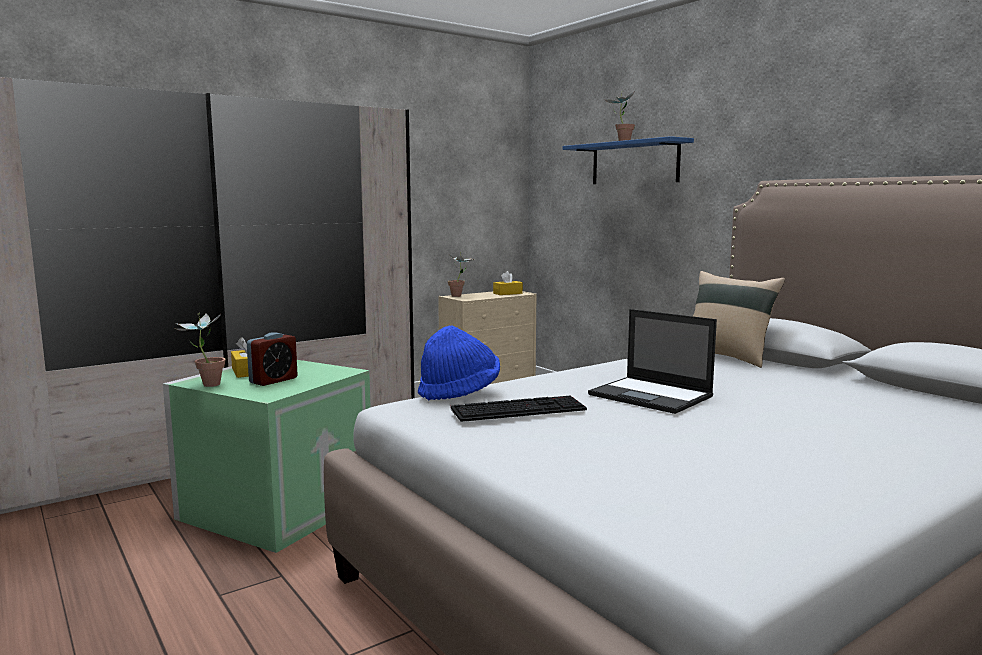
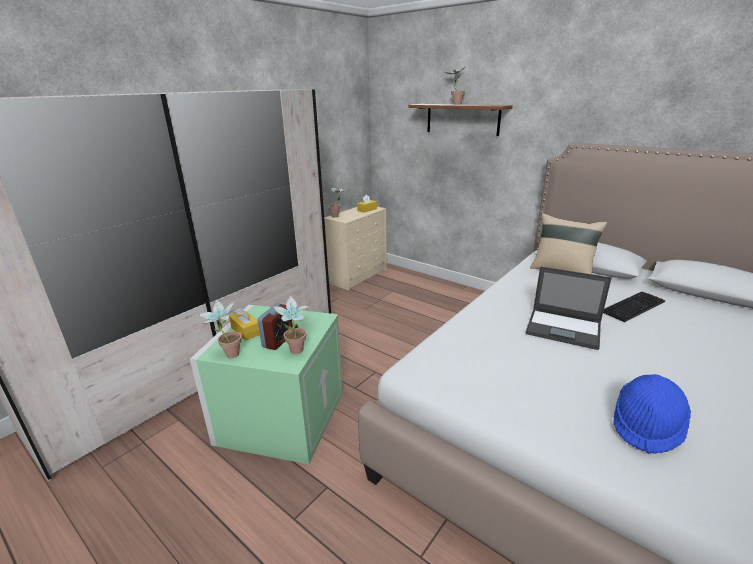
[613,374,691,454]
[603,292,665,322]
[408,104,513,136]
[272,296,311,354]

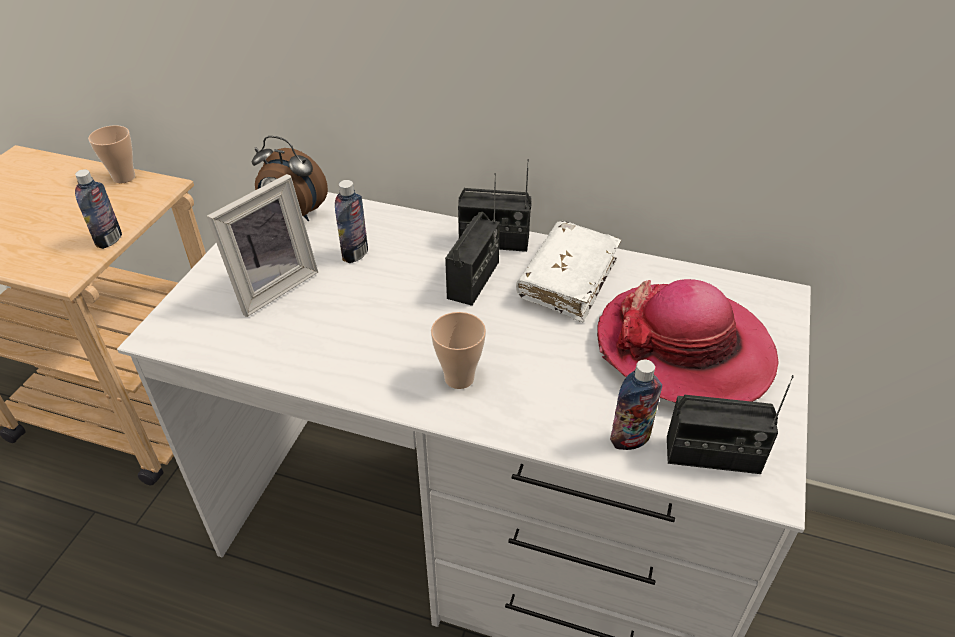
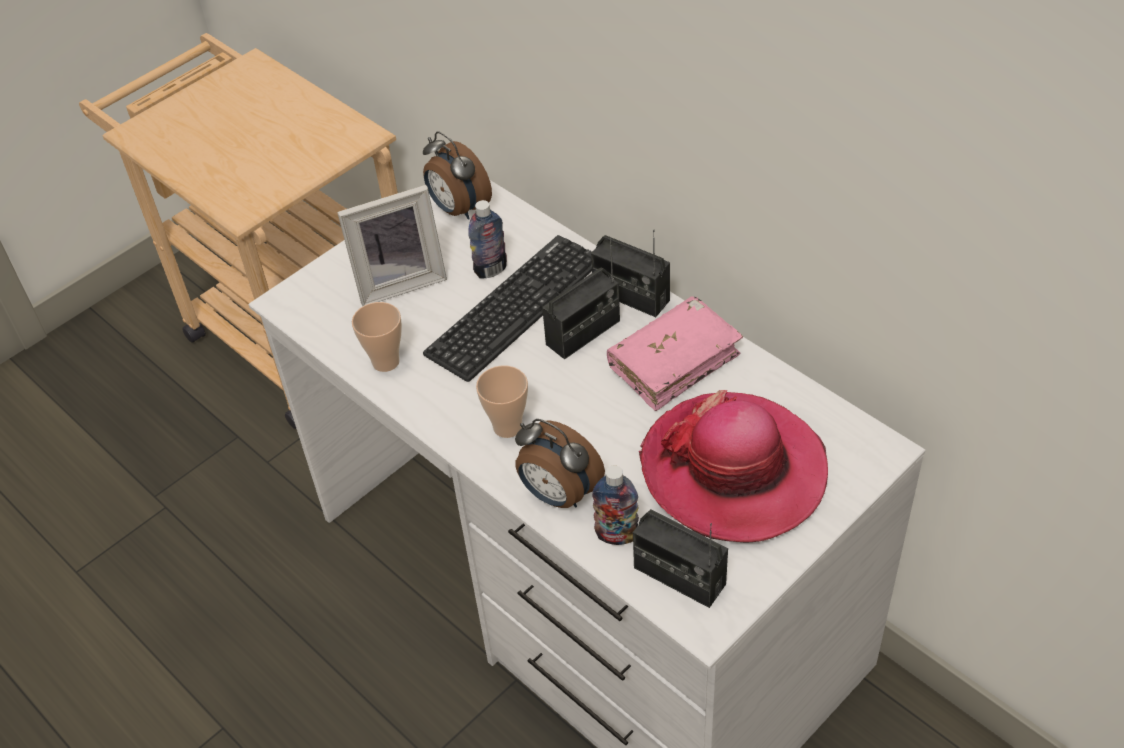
[75,169,122,249] (first image)
[352,302,402,372]
[607,296,743,411]
[423,235,592,382]
[515,419,605,508]

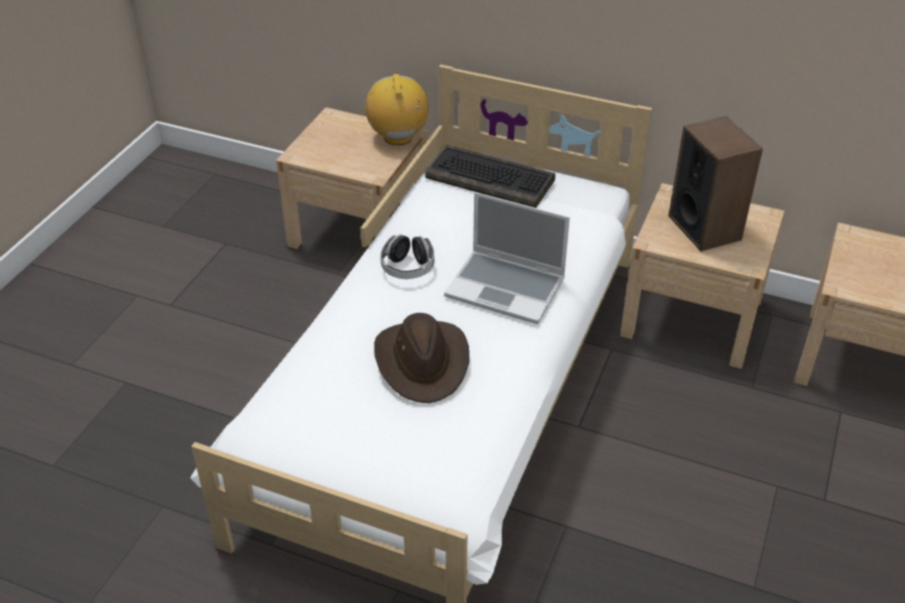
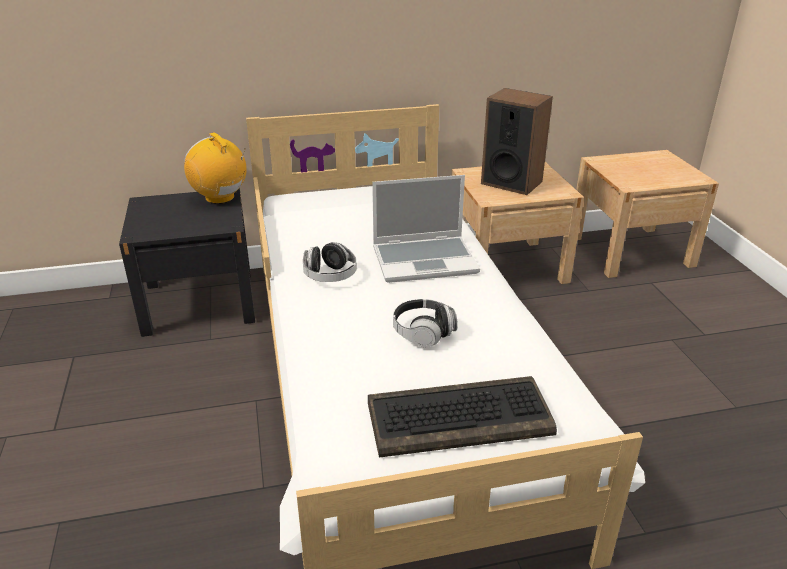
[119,188,255,337]
[393,299,458,348]
[368,376,557,458]

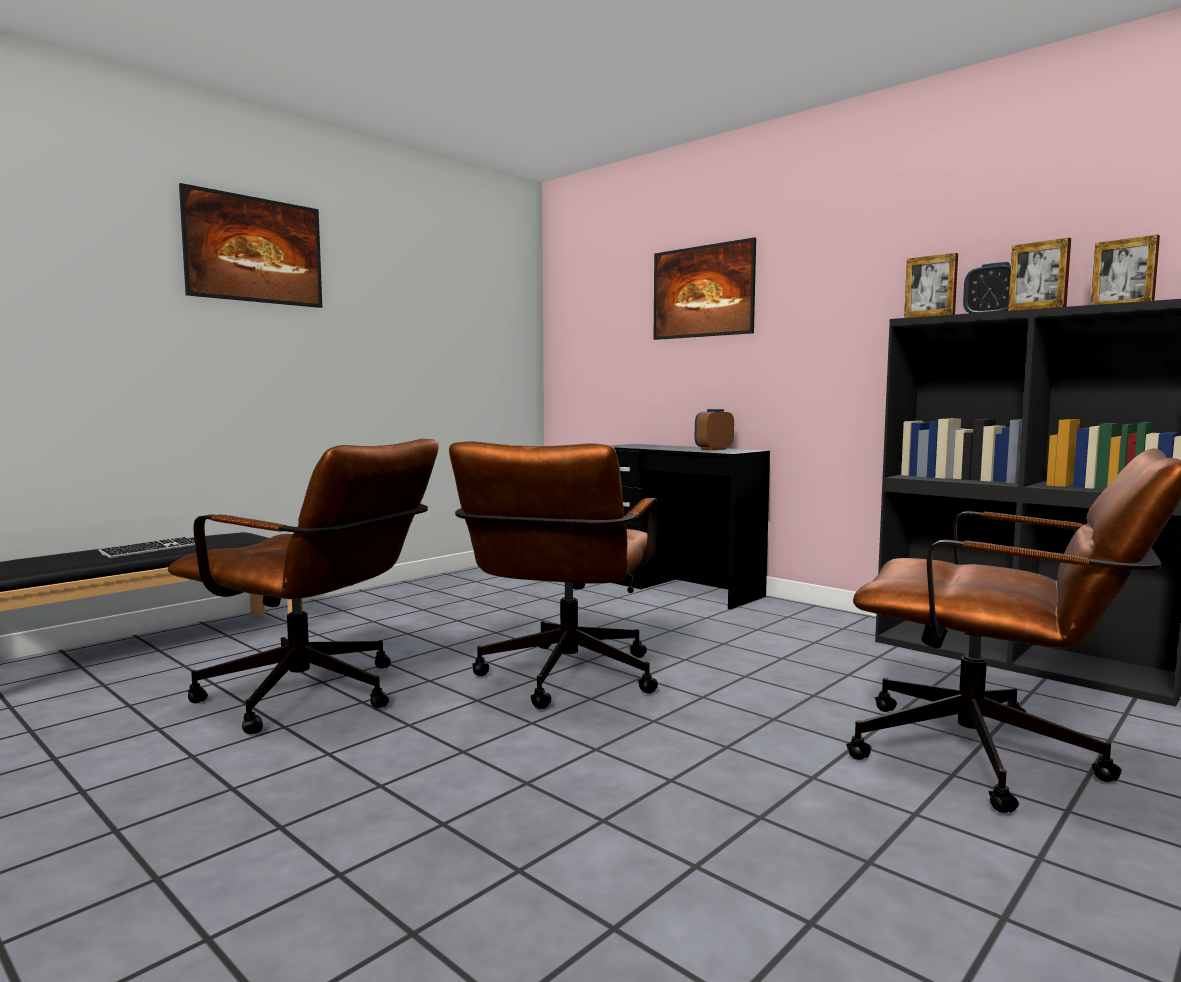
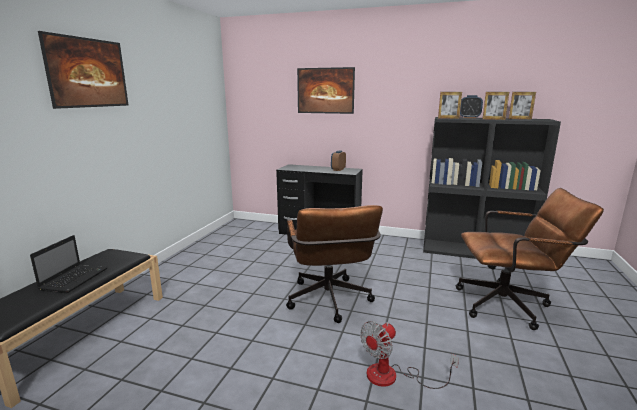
[30,235,108,293]
[168,439,439,734] (first image)
[360,321,459,389]

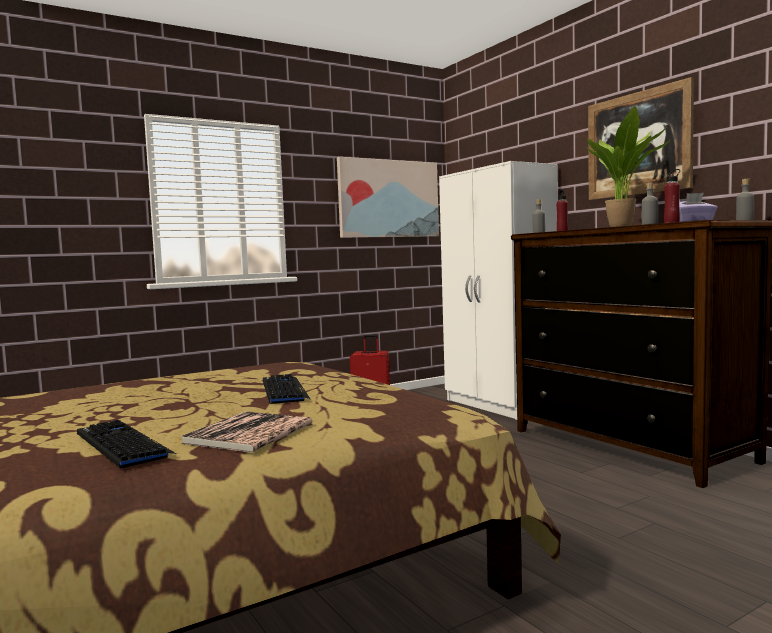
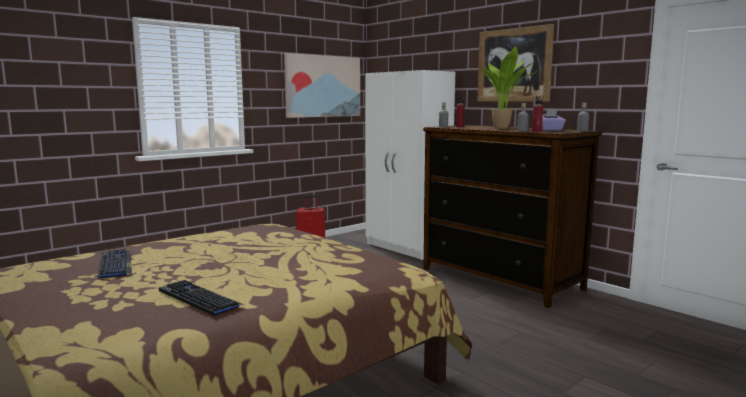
[180,411,312,453] (first image)
[98,249,132,279]

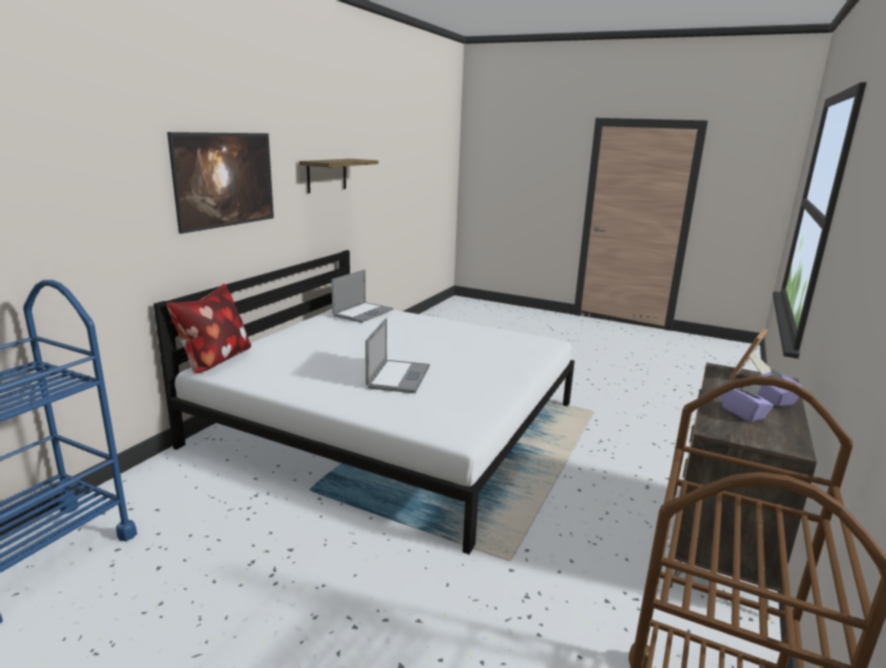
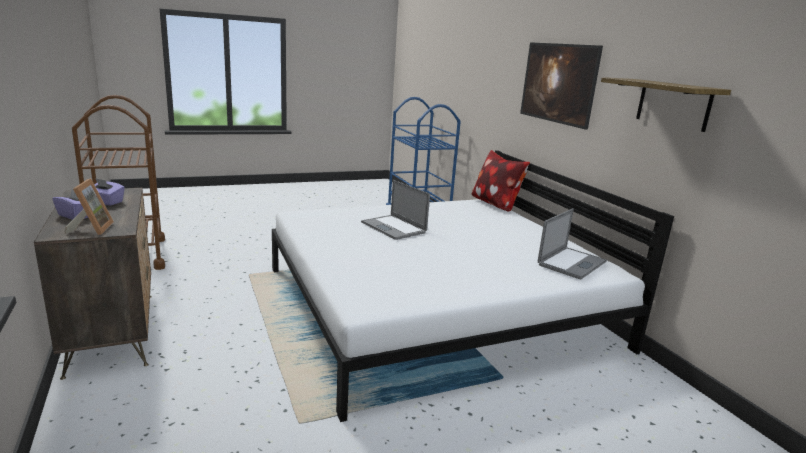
[538,208,607,279]

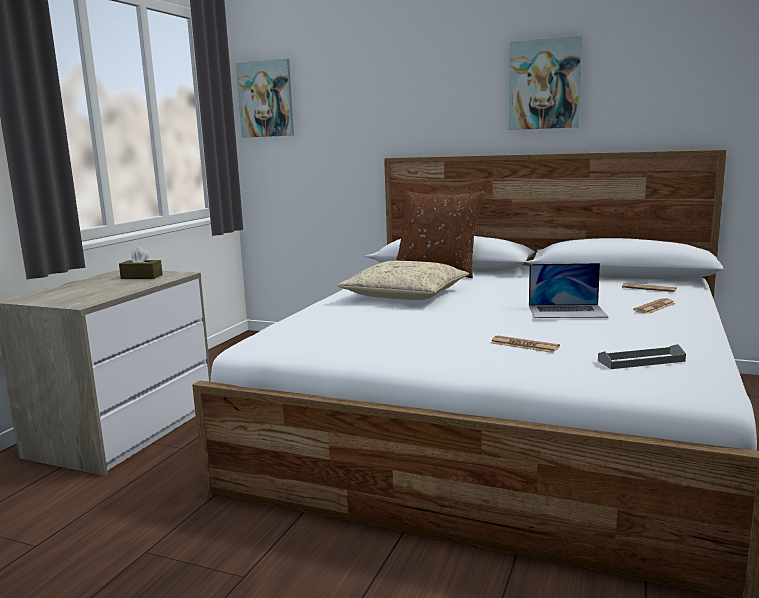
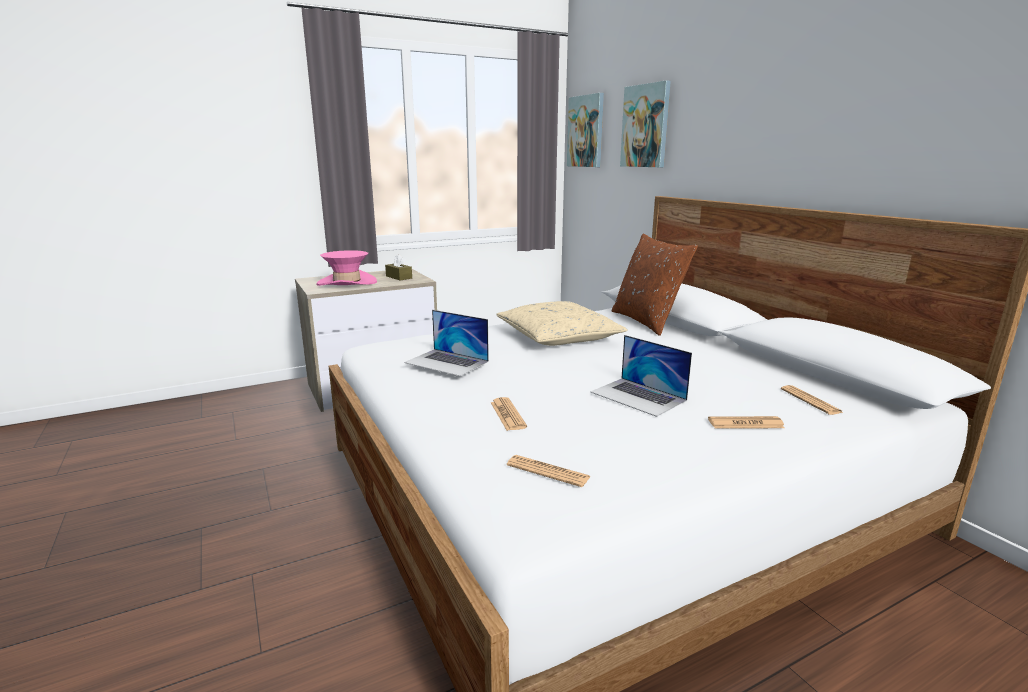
[620,80,671,167]
[507,455,591,487]
[316,250,377,286]
[404,310,489,376]

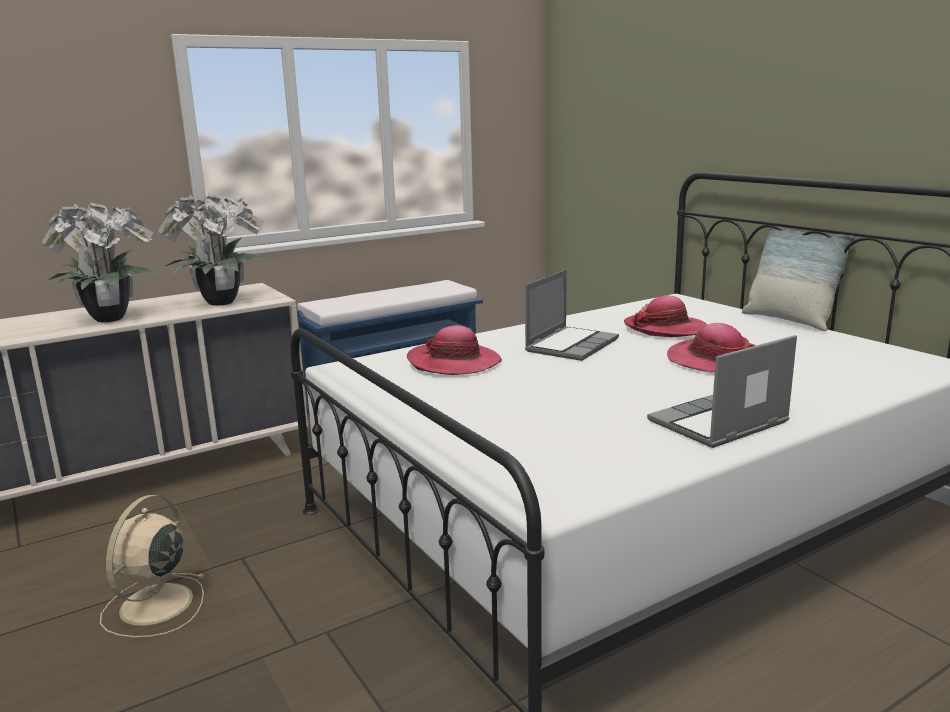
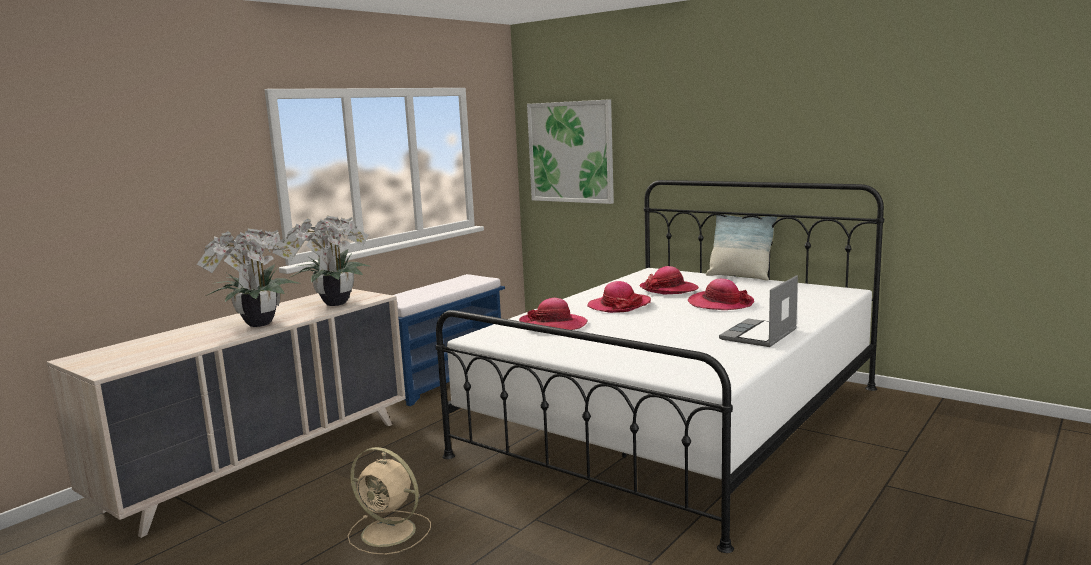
[348,447,431,555]
[587,281,651,313]
[527,99,614,204]

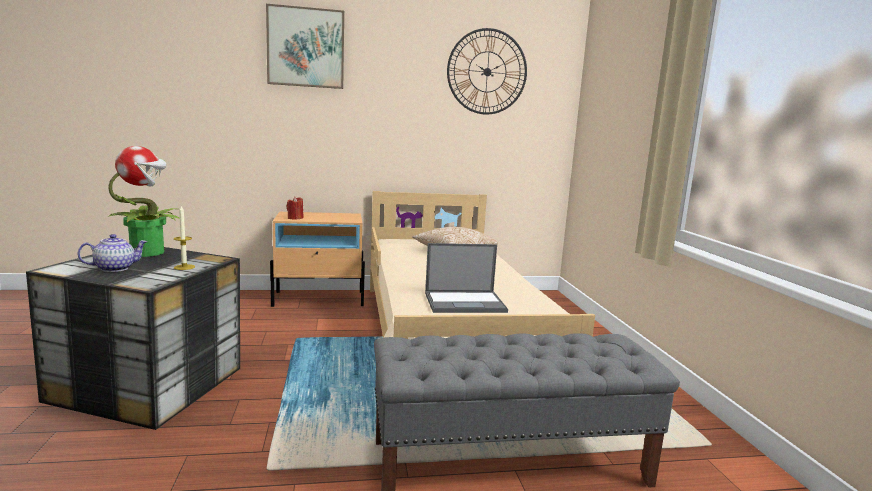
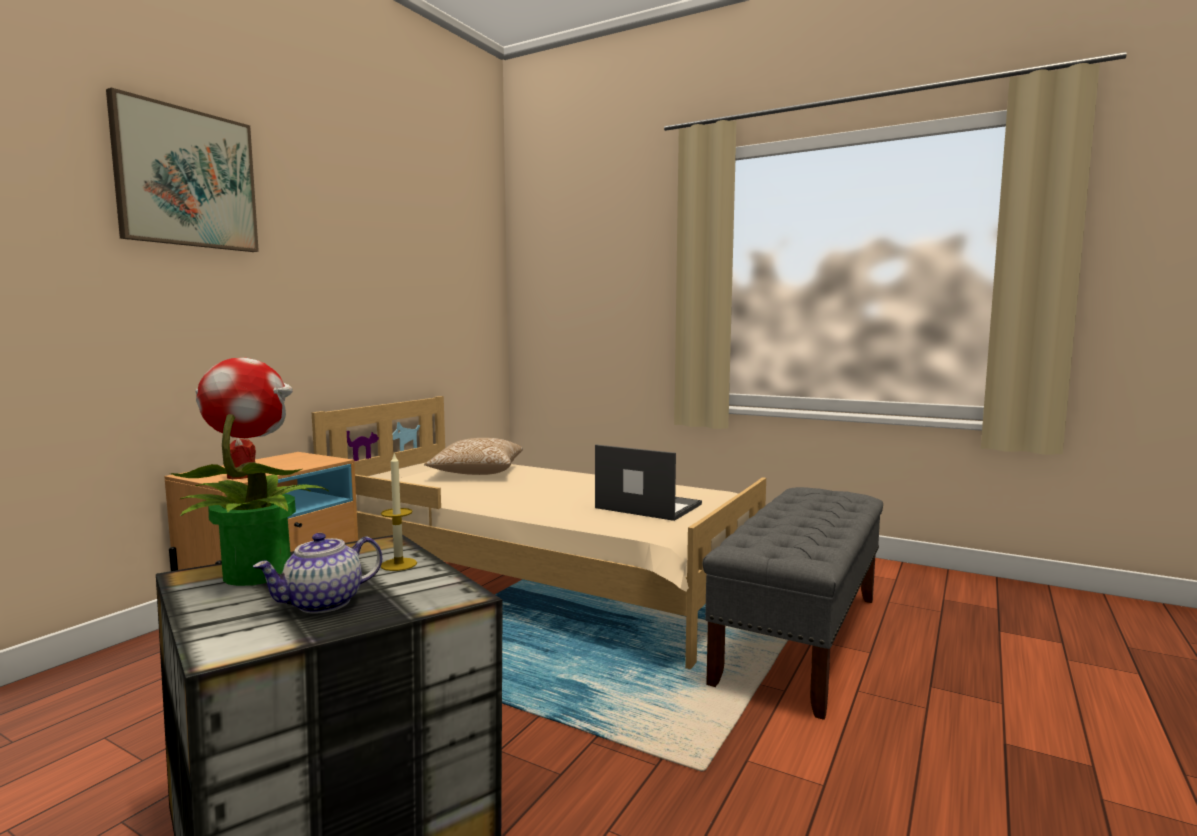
[253,533,382,613]
[595,444,702,521]
[447,28,527,115] (first image)

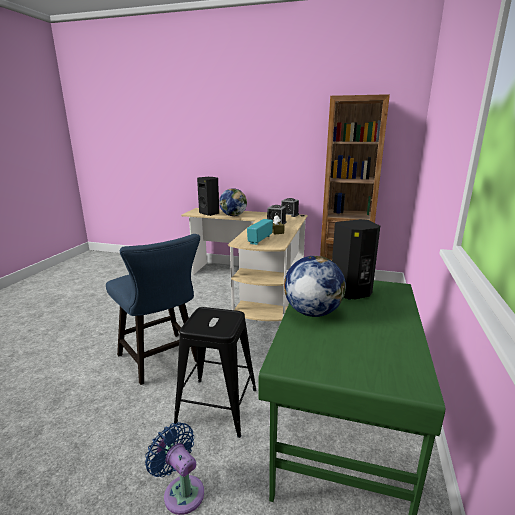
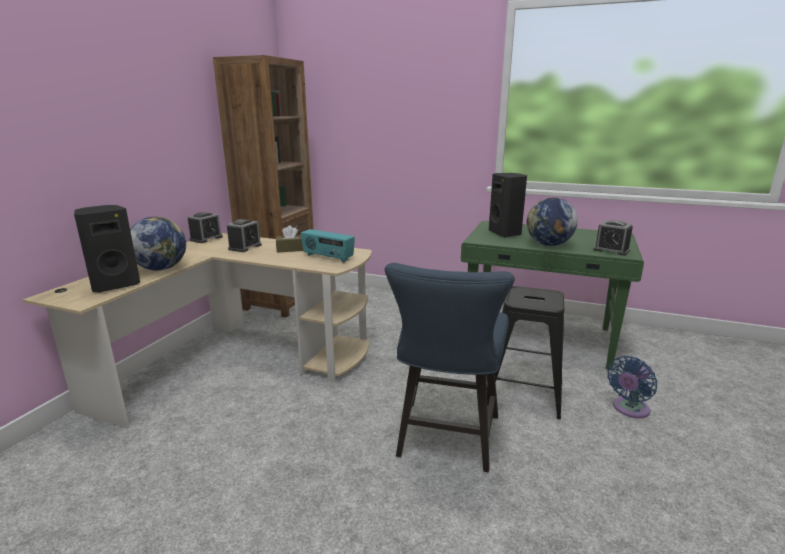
[385,263,515,472]
[594,220,633,256]

